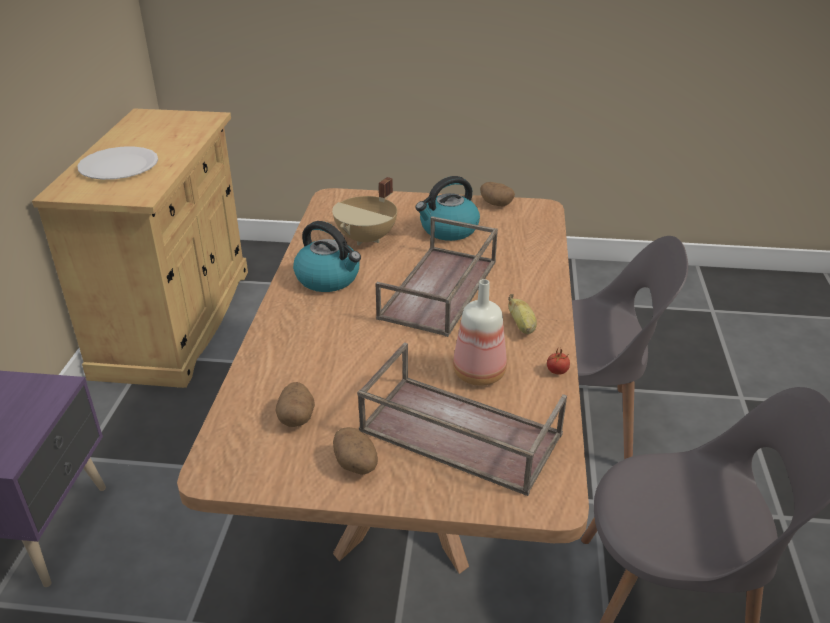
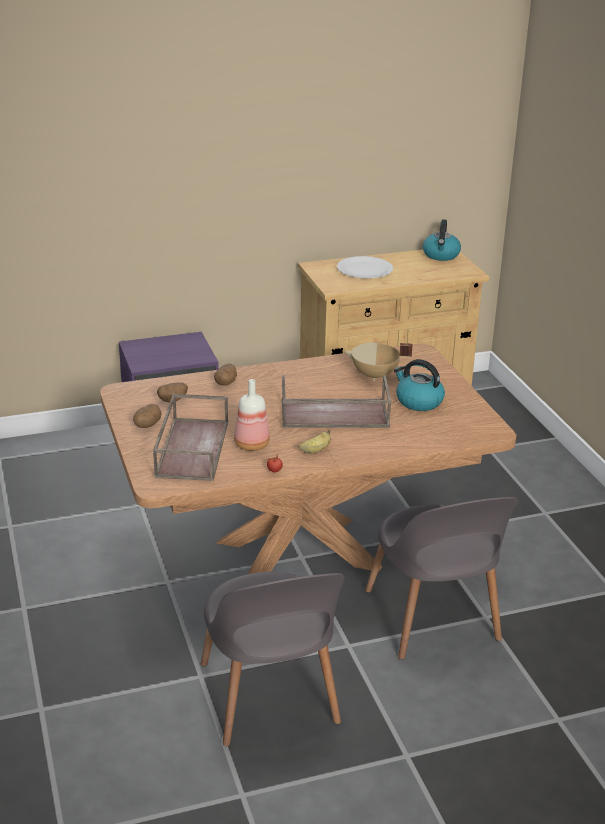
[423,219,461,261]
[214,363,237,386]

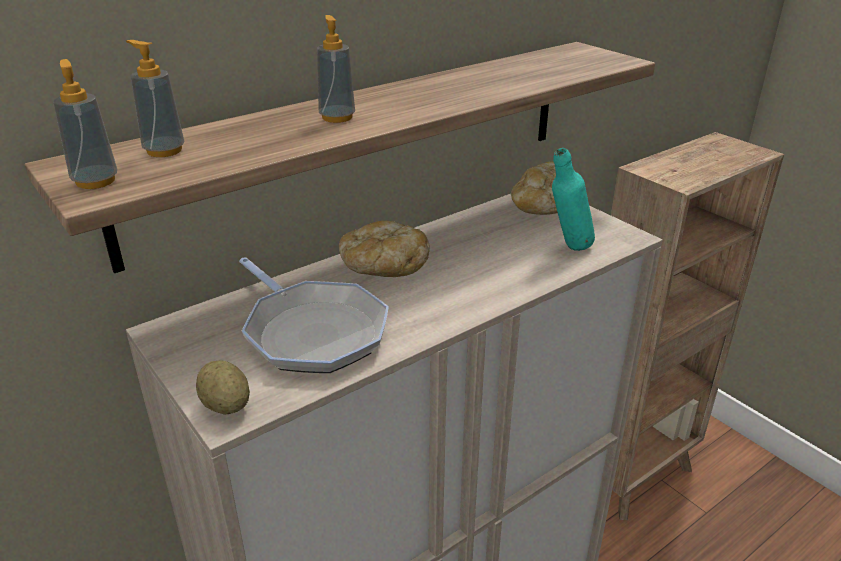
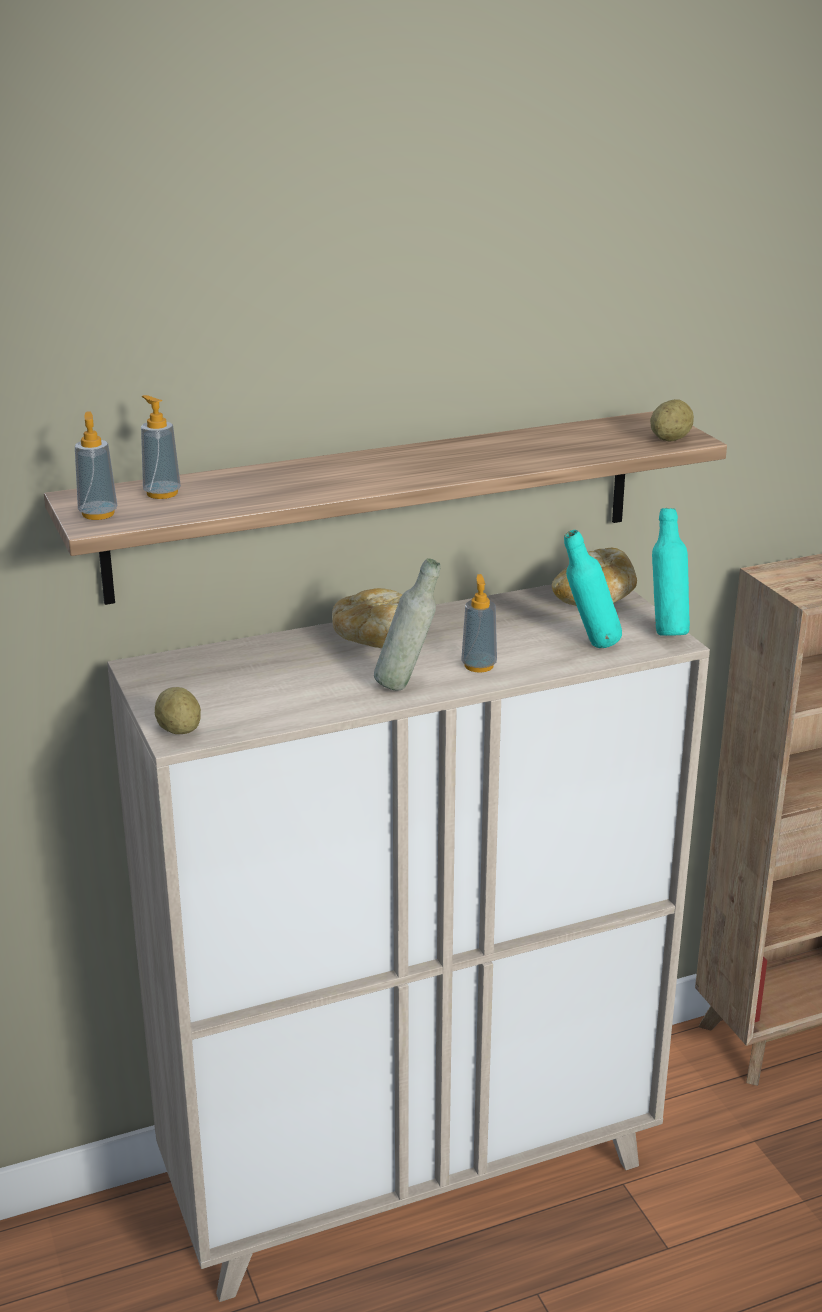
[239,257,389,373] (first image)
[461,574,497,673]
[374,558,440,691]
[650,399,694,442]
[652,508,690,636]

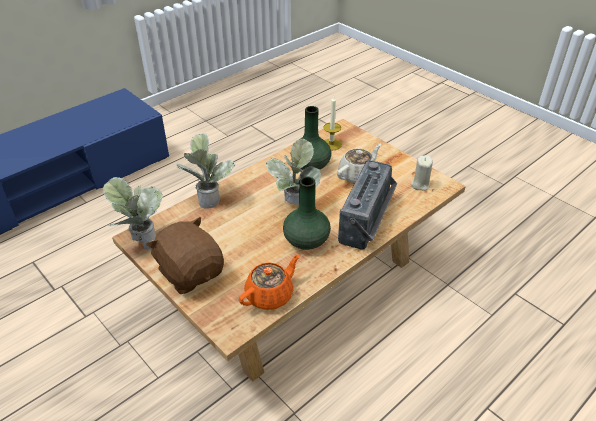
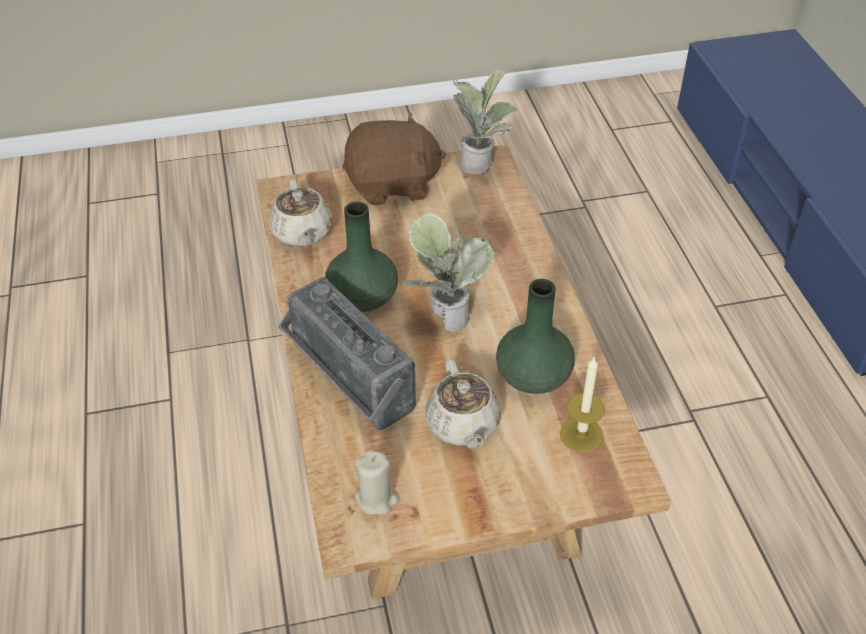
[176,133,235,208] (first image)
[269,179,332,246]

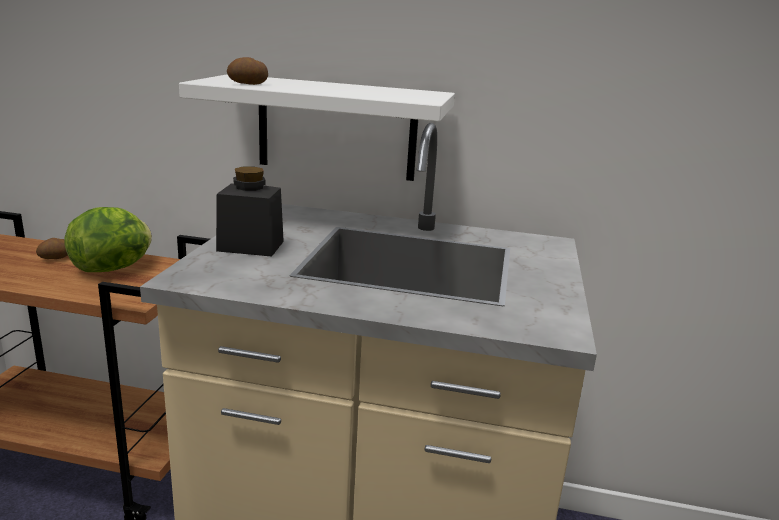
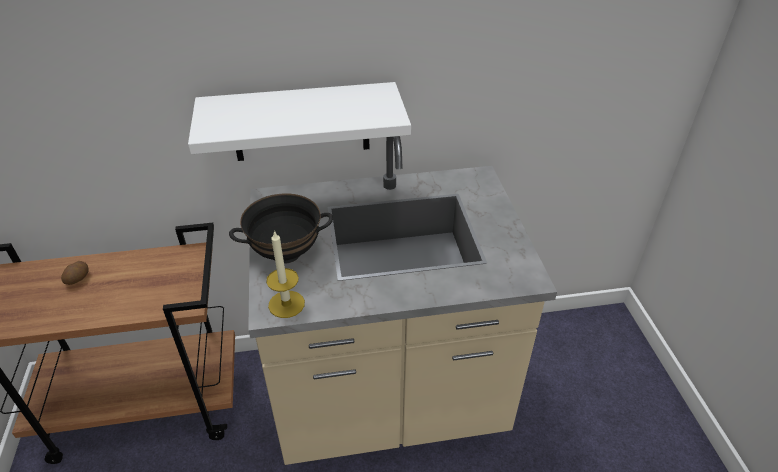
[64,207,152,272] (first image)
[229,193,333,264]
[227,57,268,85] (first image)
[266,230,305,318]

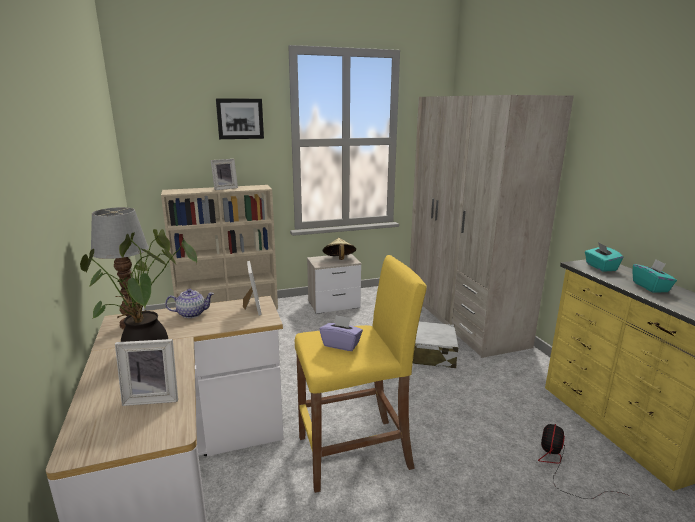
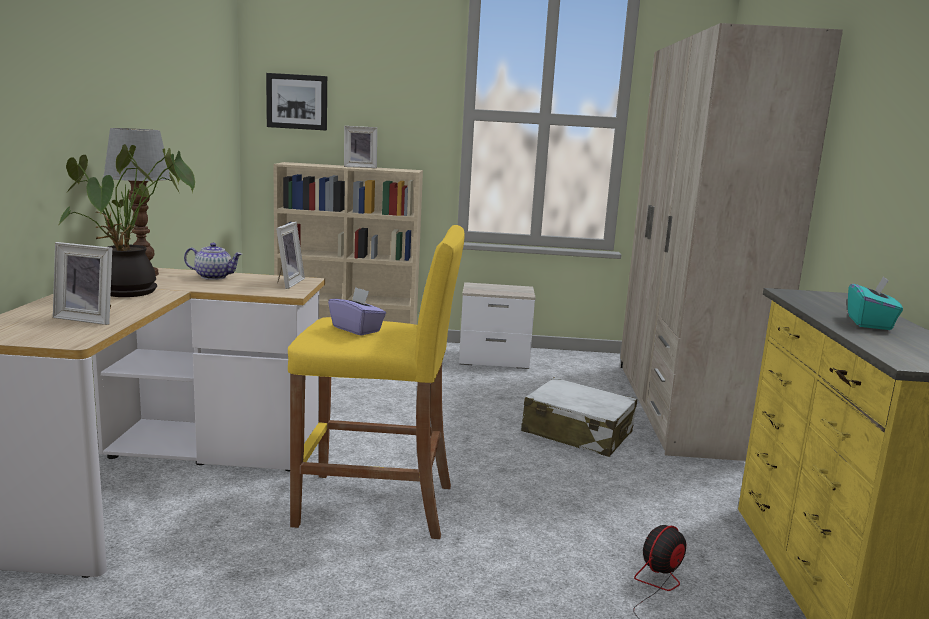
[266,73,327,130]
[323,238,356,260] (first image)
[585,242,623,272] (first image)

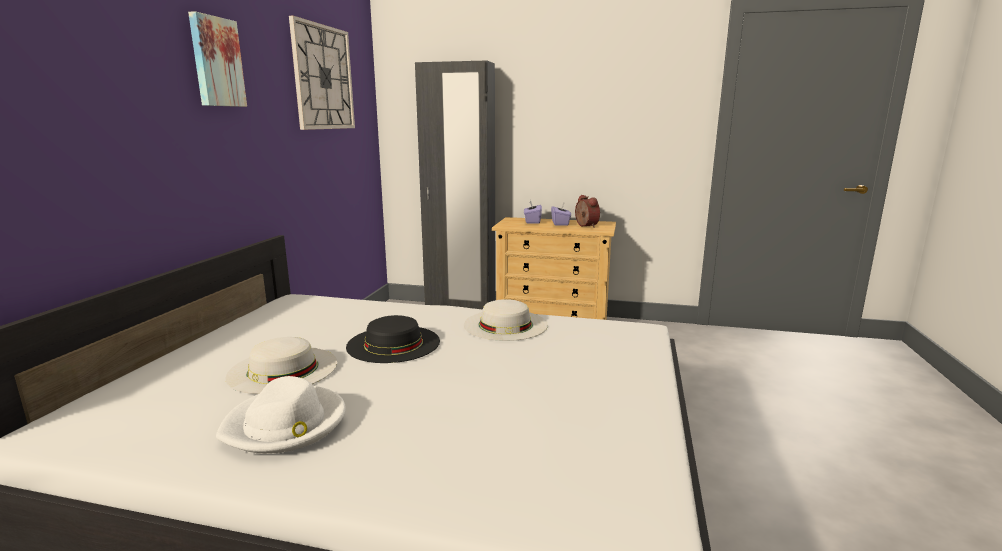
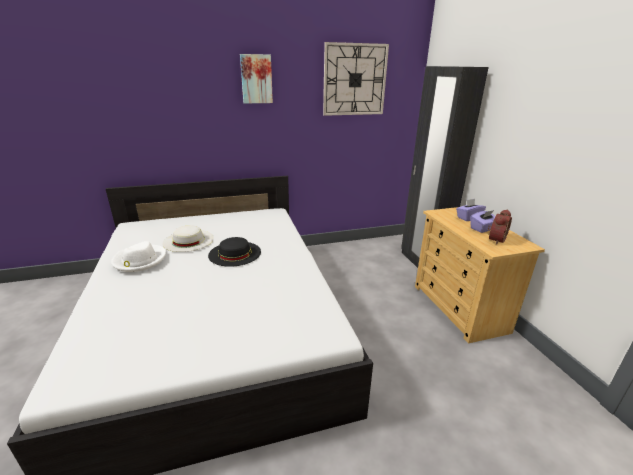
[464,299,548,341] (first image)

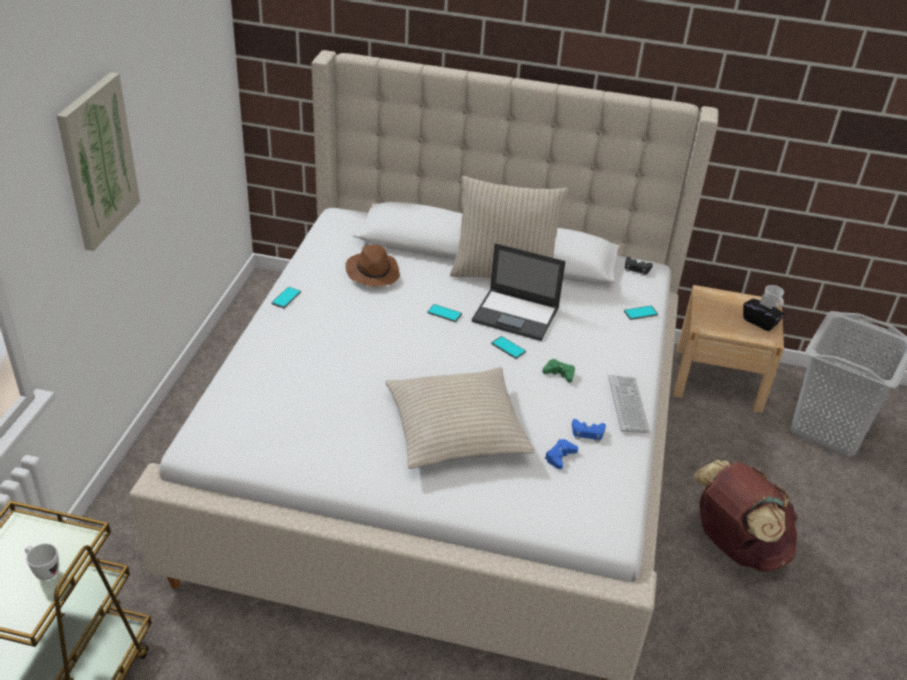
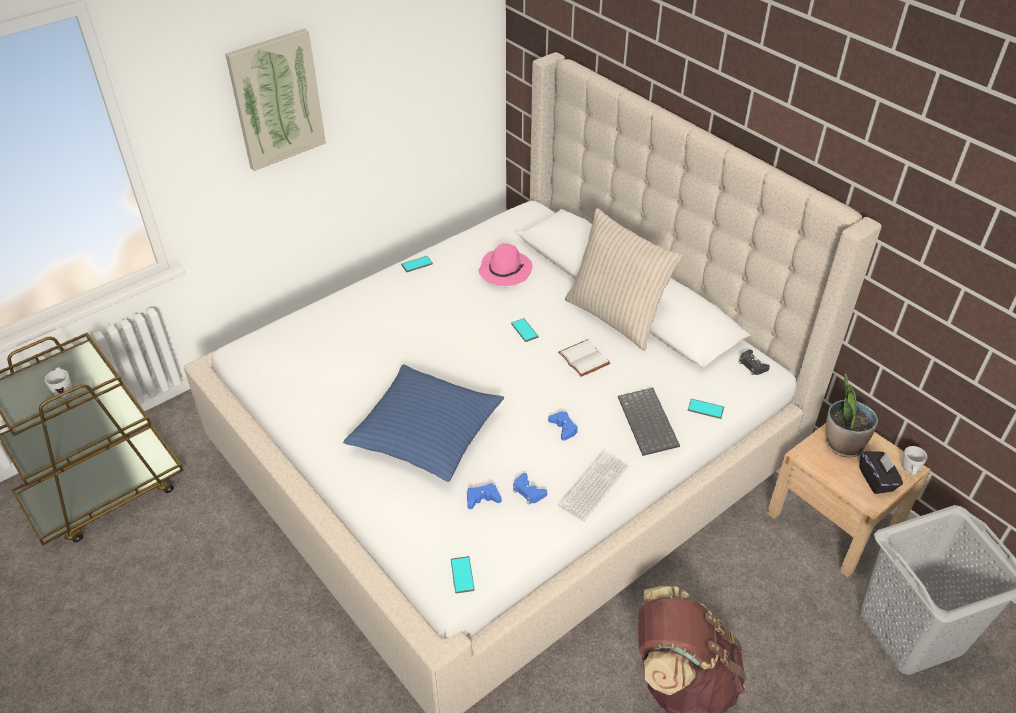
[478,243,533,286]
[343,364,504,482]
[558,340,610,377]
[451,556,475,594]
[548,411,578,440]
[618,388,680,456]
[826,374,878,458]

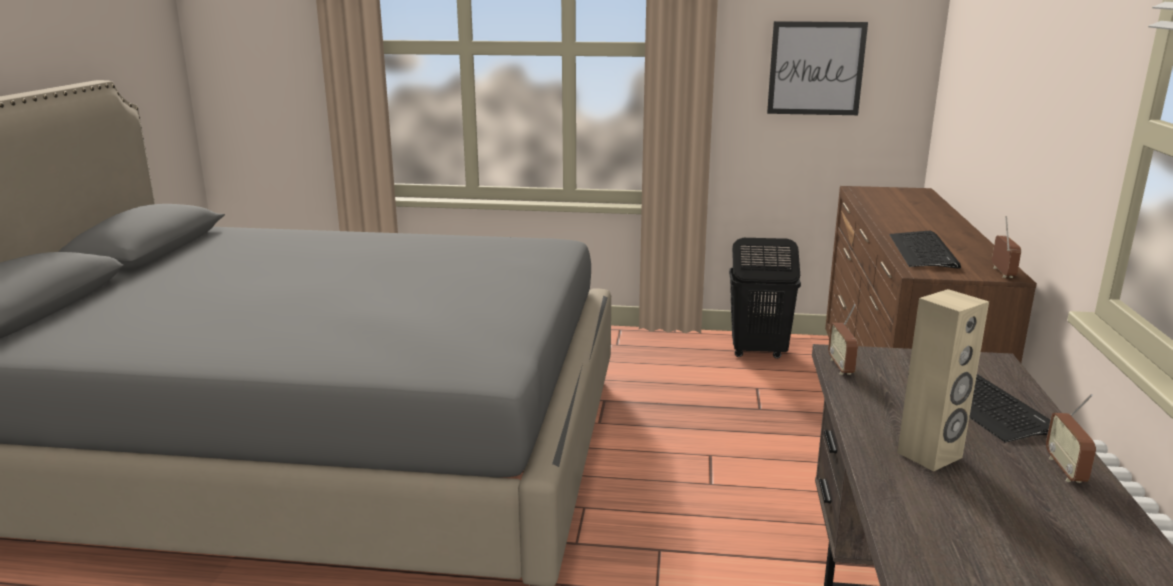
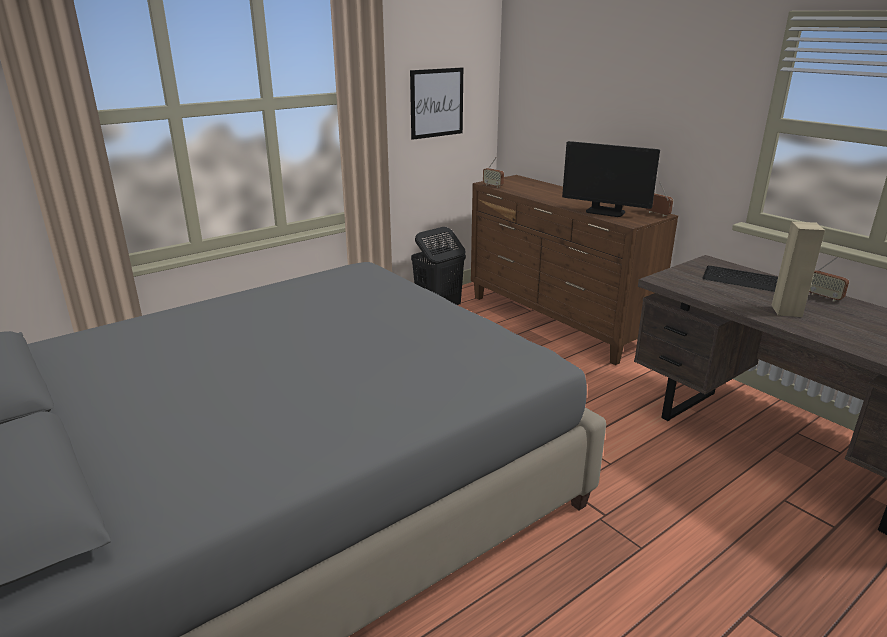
[483,157,504,188]
[562,141,660,217]

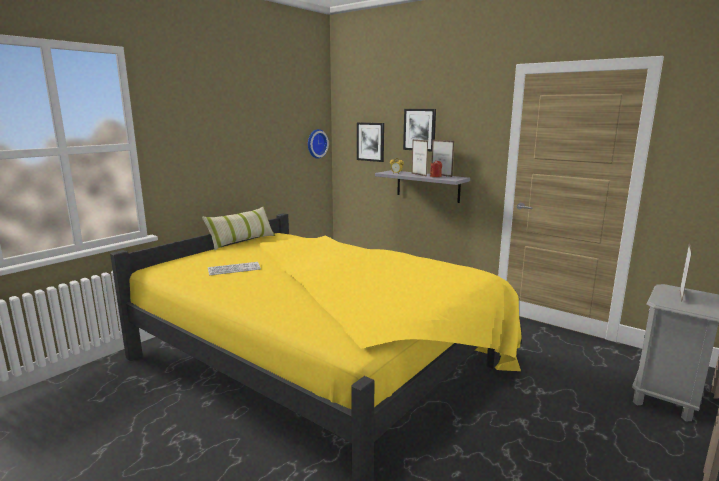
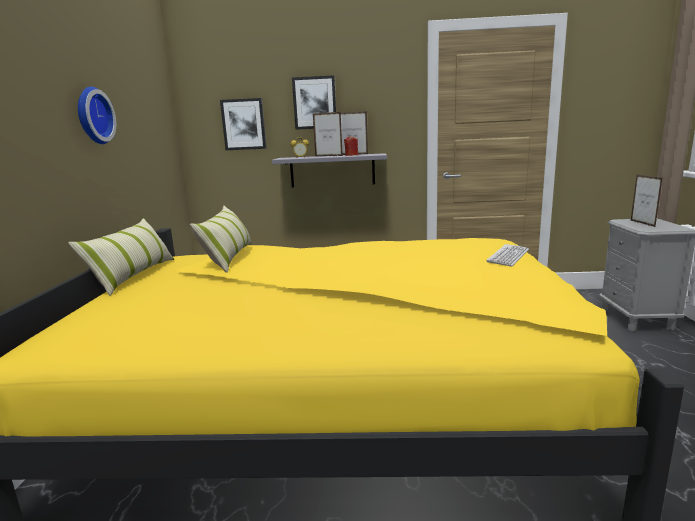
[486,244,529,267]
[78,87,116,144]
[190,206,252,273]

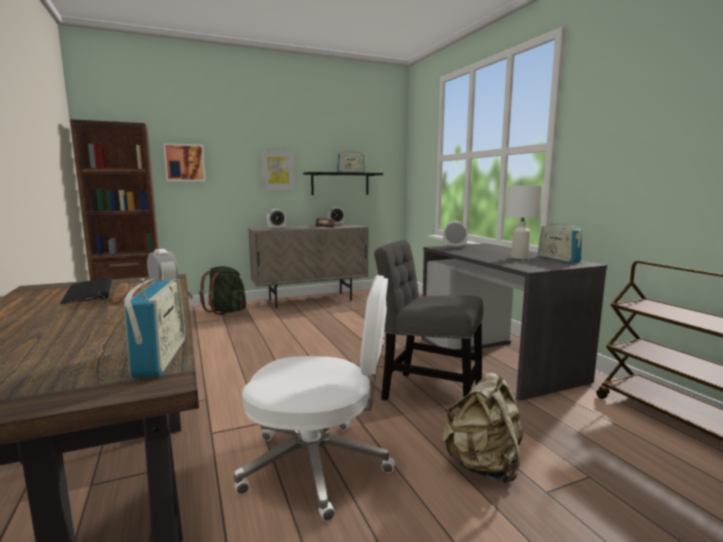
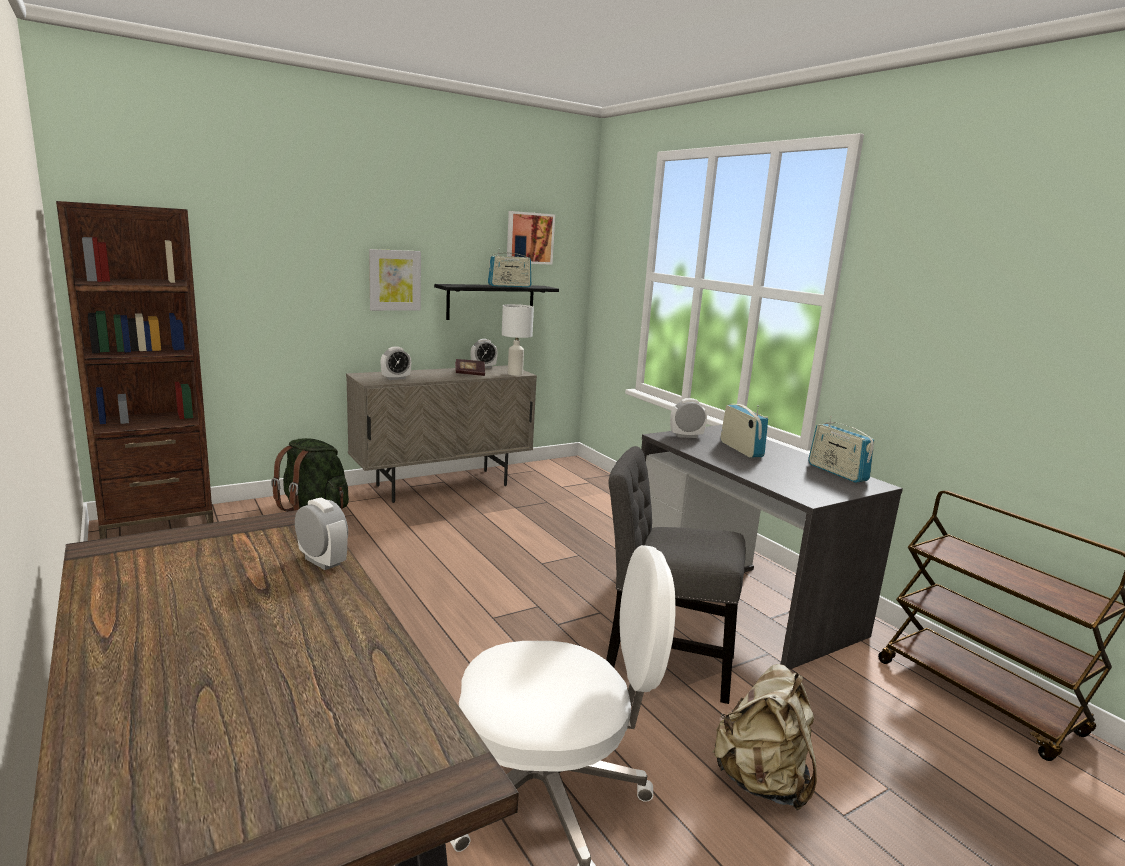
[60,277,112,305] (first image)
[721,404,768,457]
[507,211,555,265]
[502,304,534,376]

